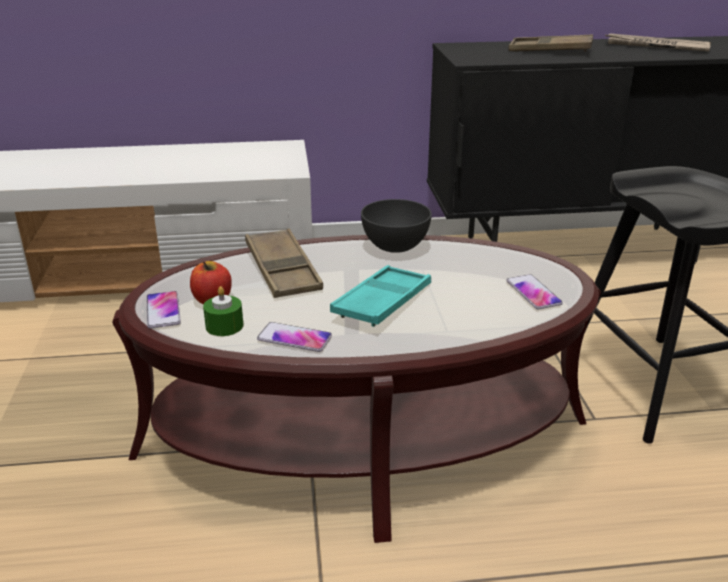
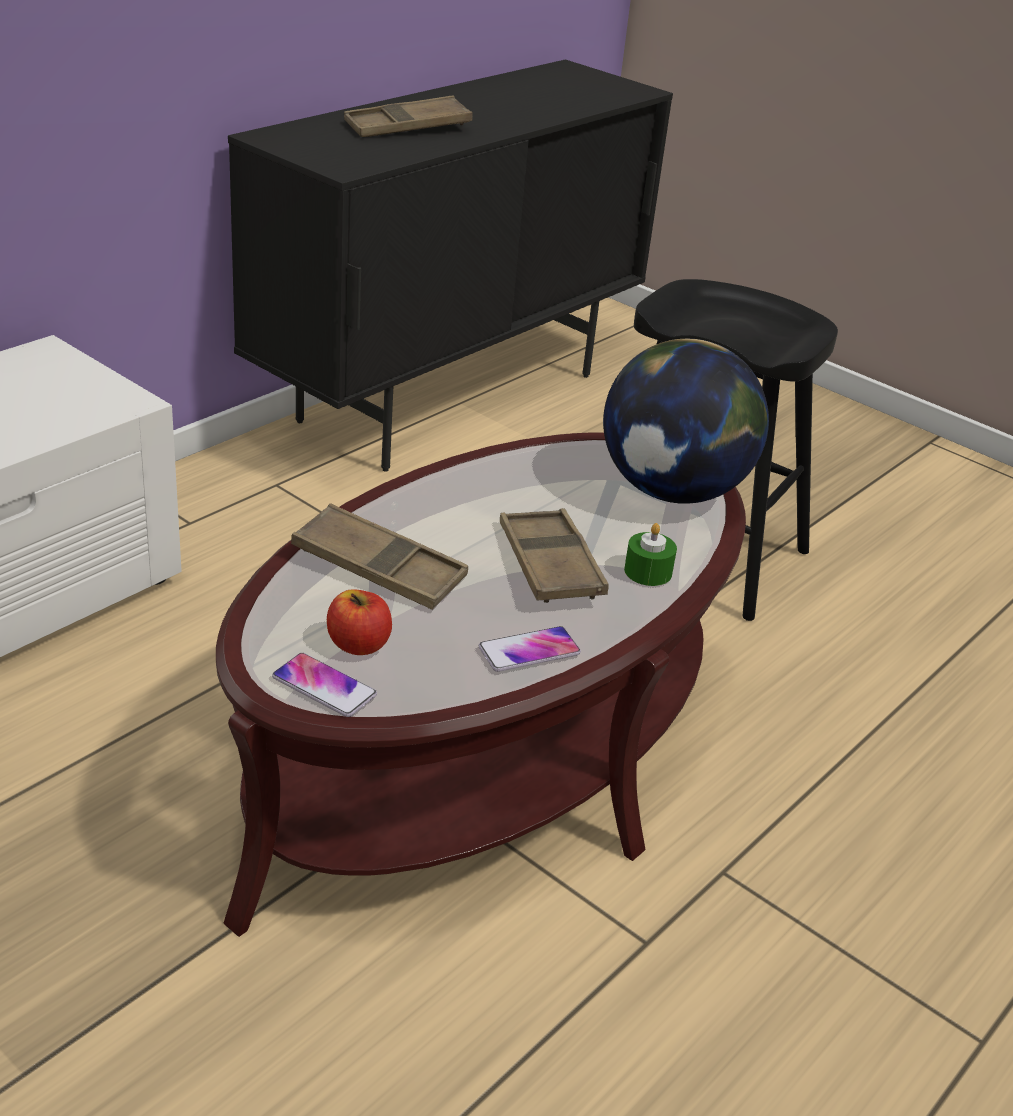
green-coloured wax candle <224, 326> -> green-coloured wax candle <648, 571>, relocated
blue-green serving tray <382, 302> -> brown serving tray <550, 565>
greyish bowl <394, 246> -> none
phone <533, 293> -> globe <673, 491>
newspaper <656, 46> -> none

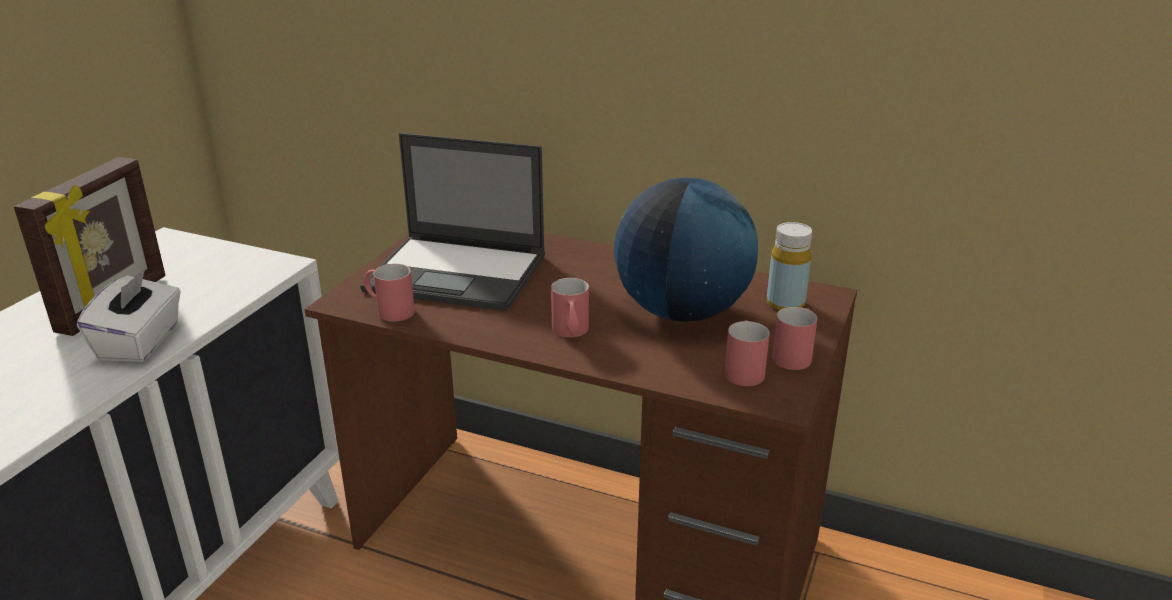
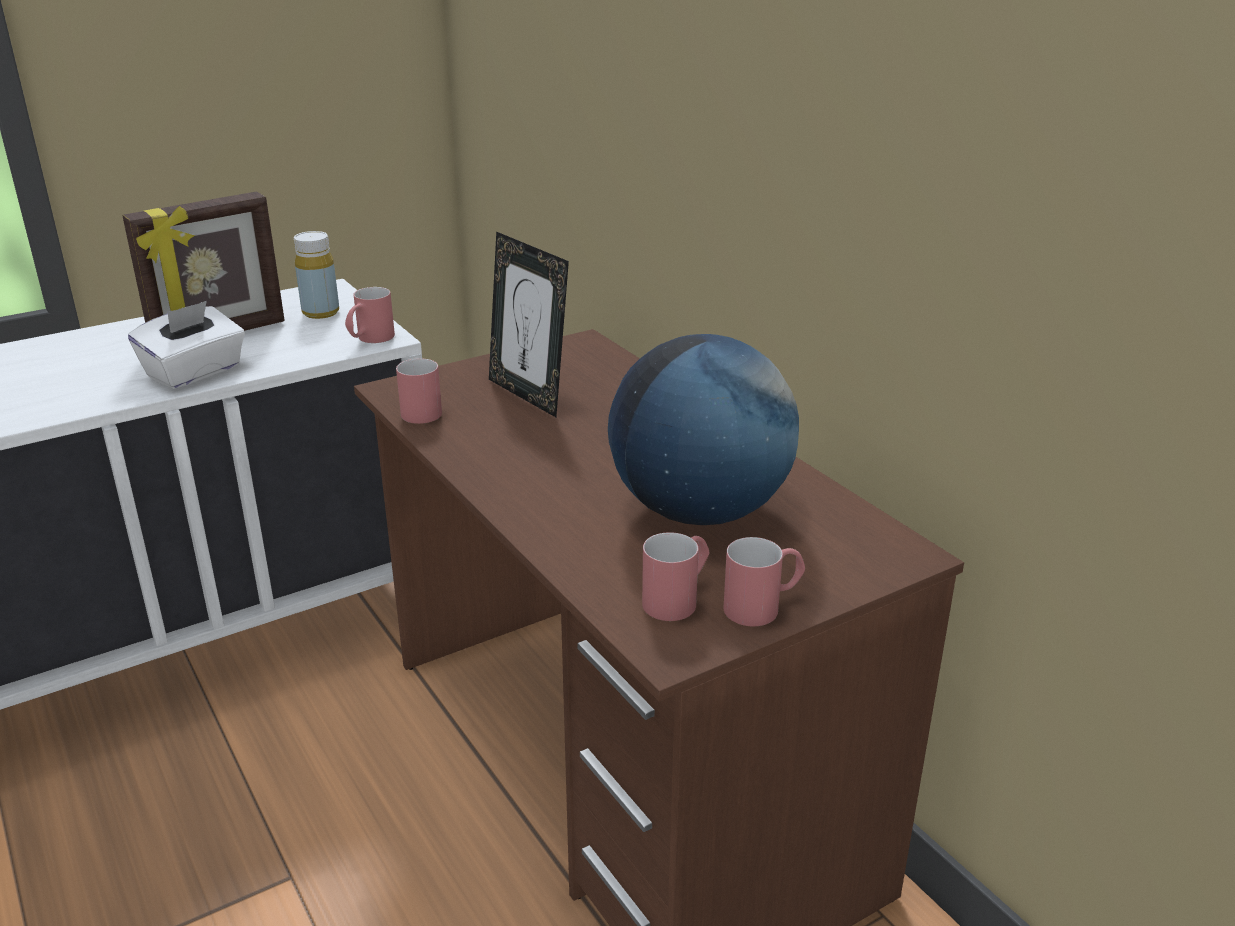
notebook computer <459, 273> -> standing frame <529, 395>
reddish tea mug <571, 333> -> reddish tea mug <370, 340>, relocated
yellowish beverage bottle <785, 303> -> yellowish beverage bottle <321, 312>, relocated

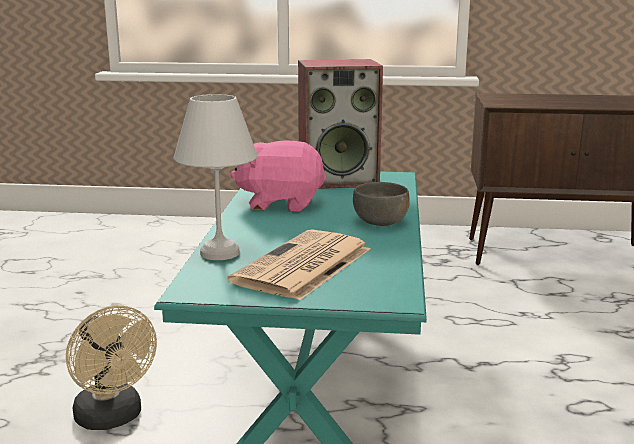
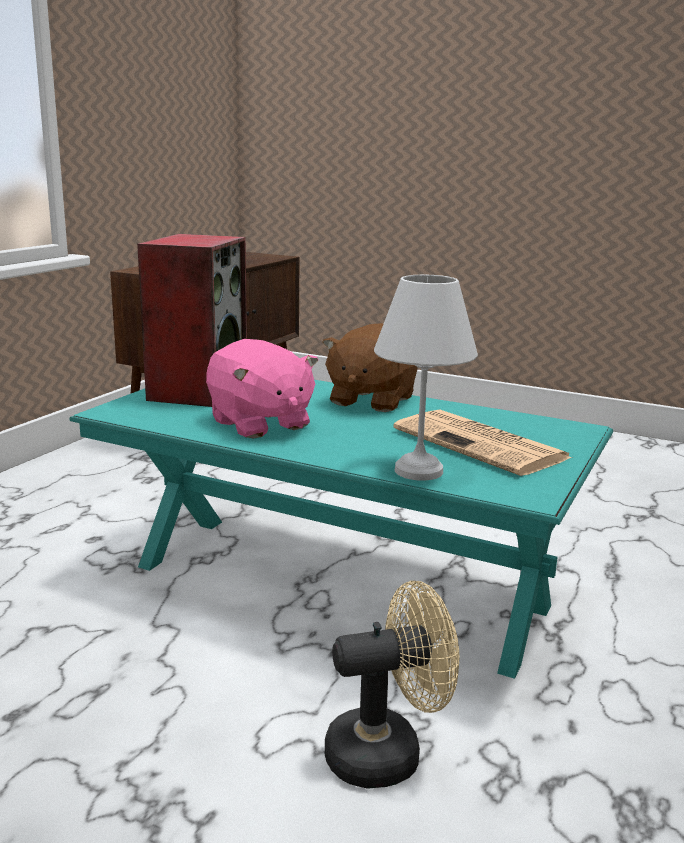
pink soft toy <281, 203> -> pink soft toy <259, 424>, 60 degrees counterclockwise
greyish bowl <381, 222> -> brown soft toy <371, 400>

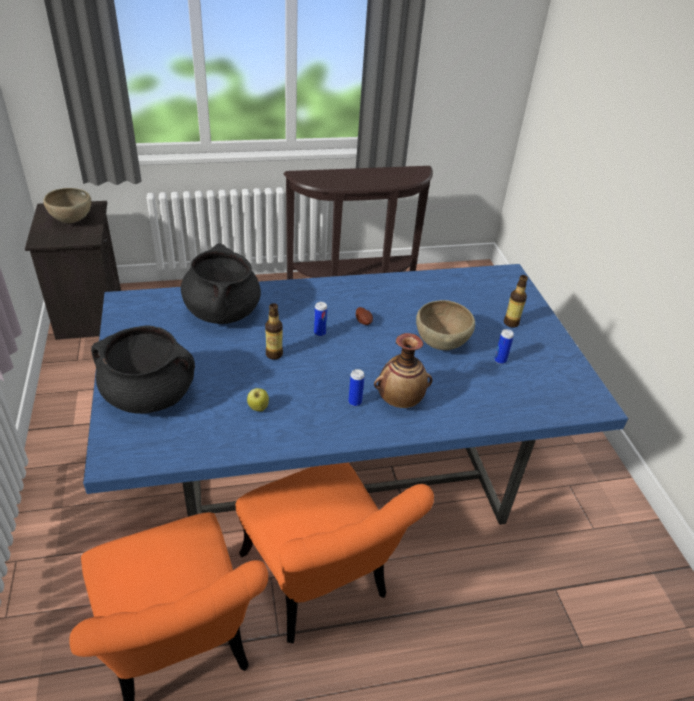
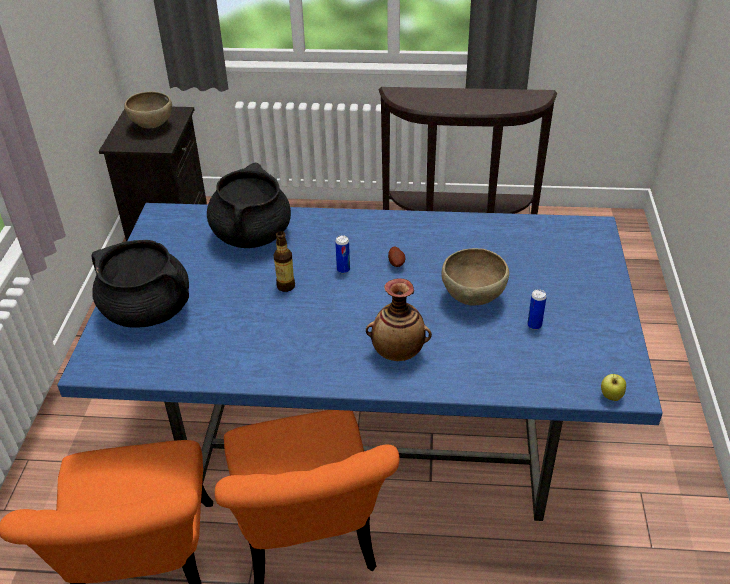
apple fruit <258, 408> -> apple fruit <611, 397>, relocated
sealed can <355, 402> -> none
beverage bottle <511, 323> -> none

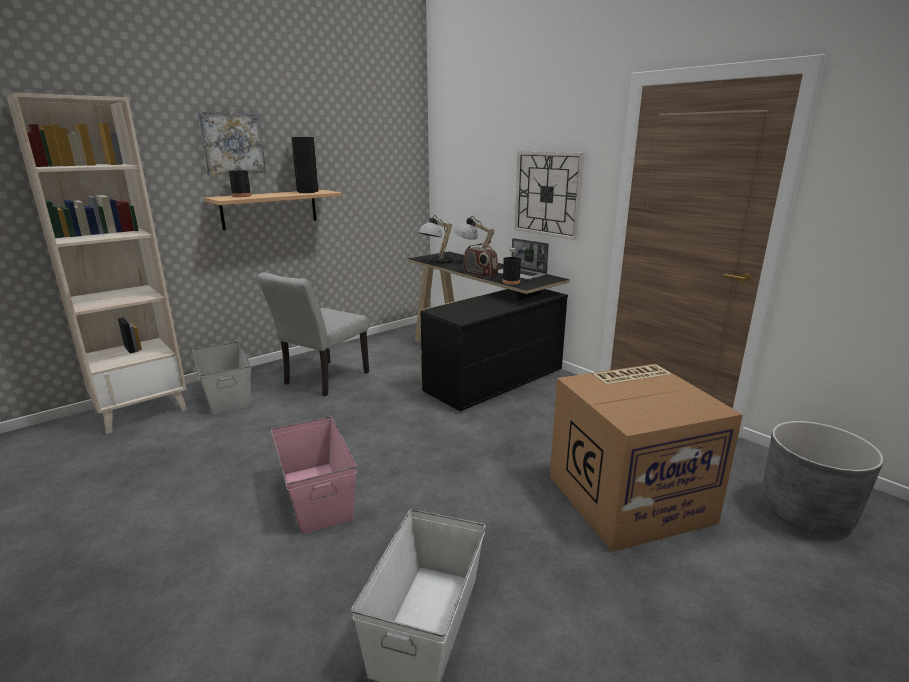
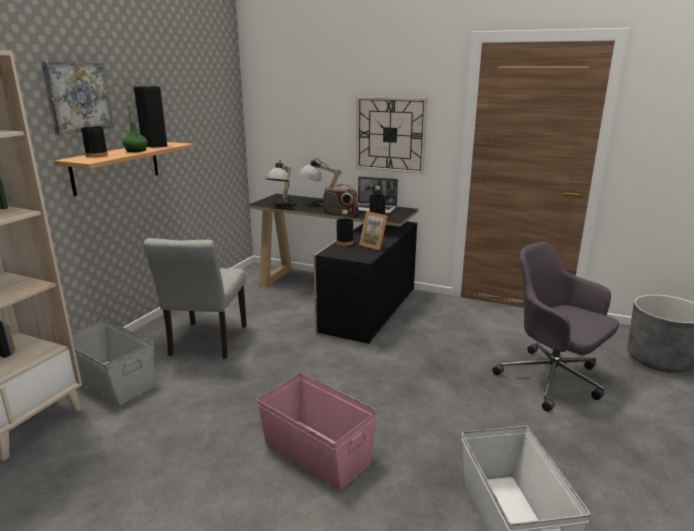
packing box <629, 497> -> greyish computer chair <553, 380>
none -> green-coloured beverage bottle <136, 151>
none -> black beverage bottle <344, 242>
none -> standing frame <374, 245>

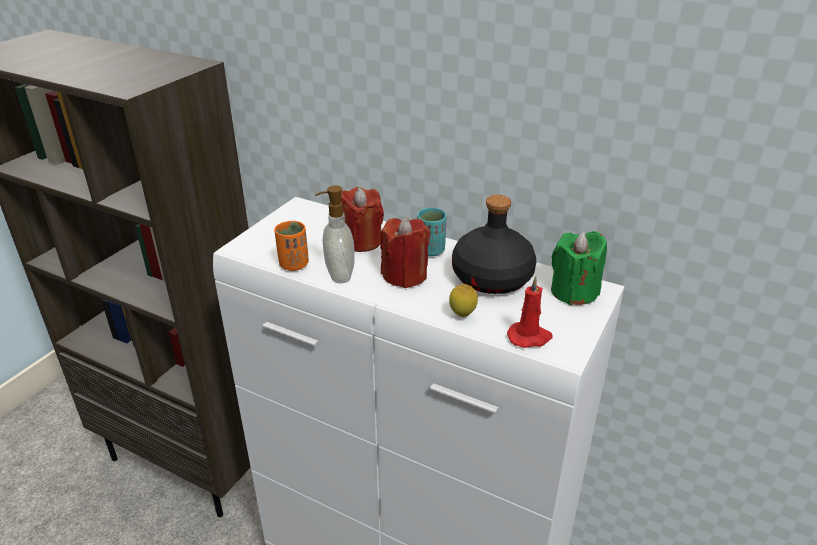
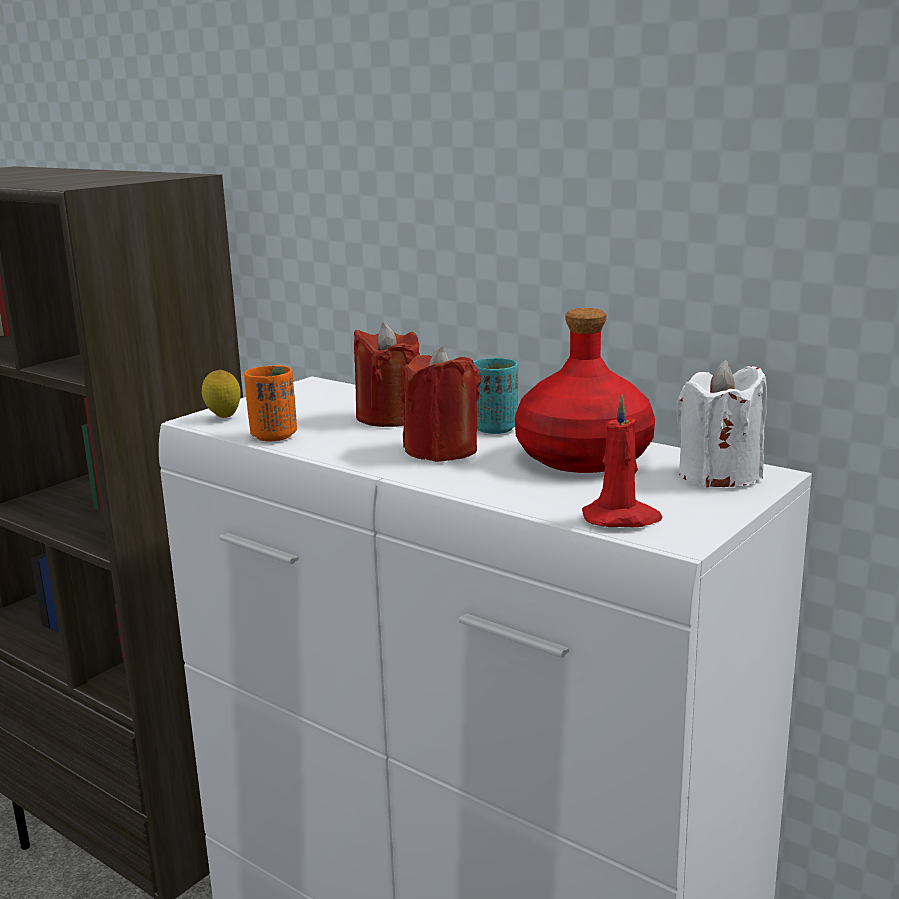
soap dispenser <338, 275> -> none
whole lemon <462, 316> -> whole lemon <223, 418>, relocated
black beverage bottle <491, 278> -> reddish beverage bottle <582, 458>
green-coloured wax candle <574, 292> -> white wax candle <719, 475>

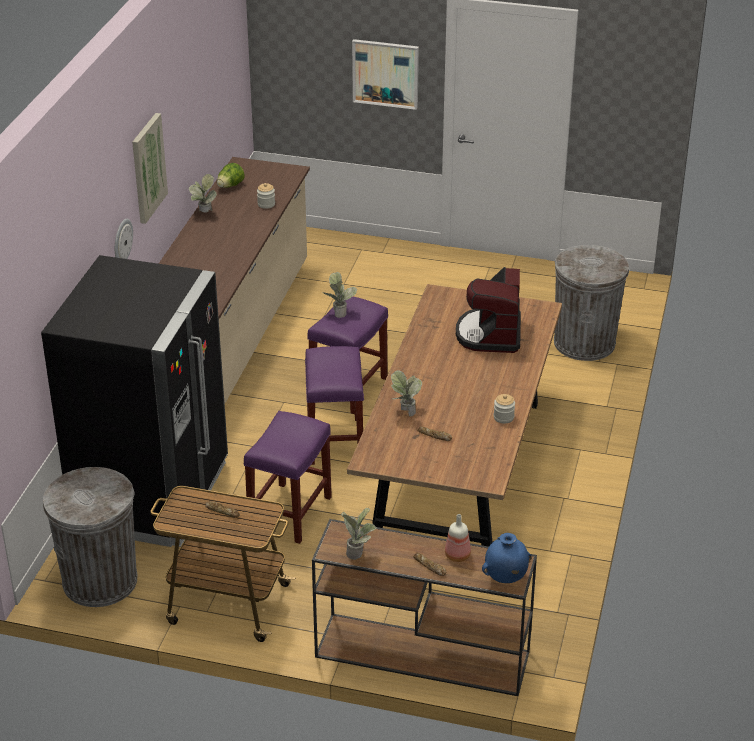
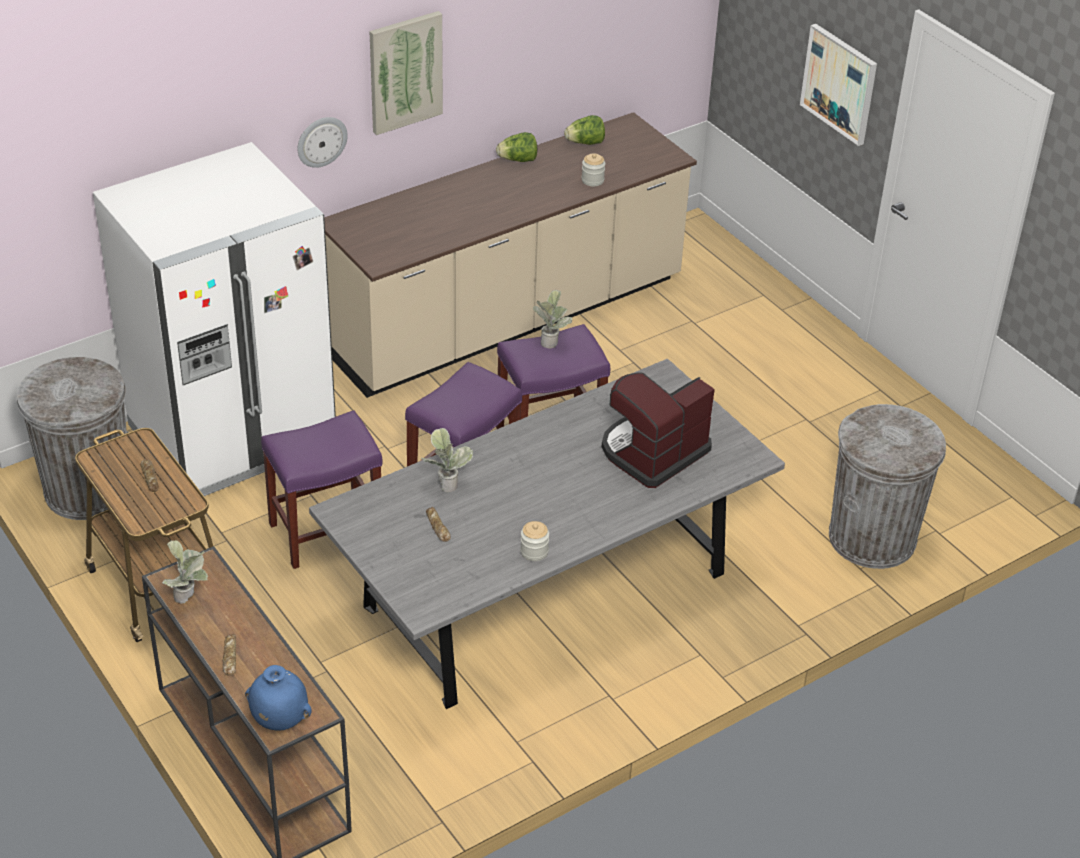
black fridge <151, 495> -> white fridge <232, 436>
houseplant <204, 214> -> lettuce <518, 160>
brown kitchen table <459, 467> -> greyish kitchen table <547, 590>
beverage bottle <457, 555> -> none

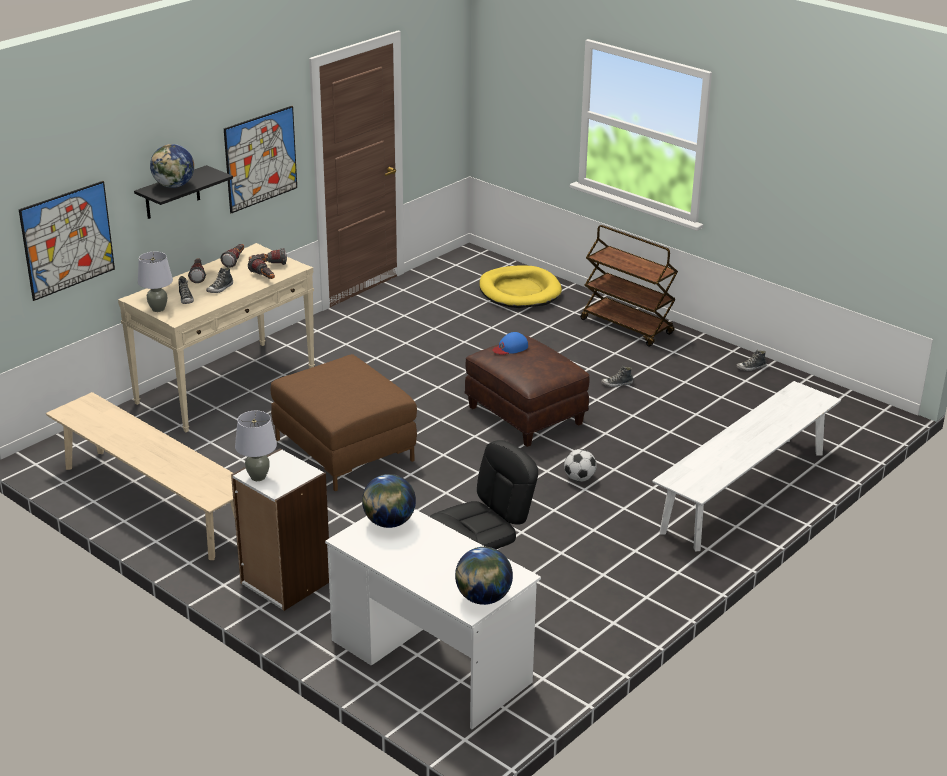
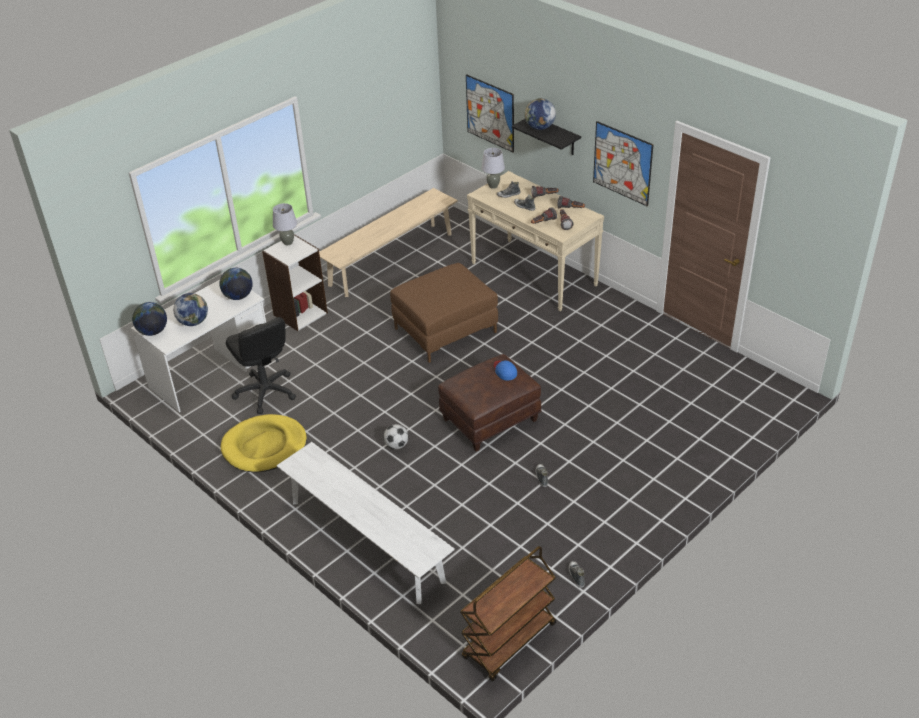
yellowish pet bed <519, 291> -> yellowish pet bed <264, 446>, relocated
brown trolley <627, 327> -> brown trolley <509, 642>, relocated
none -> globe <193, 322>

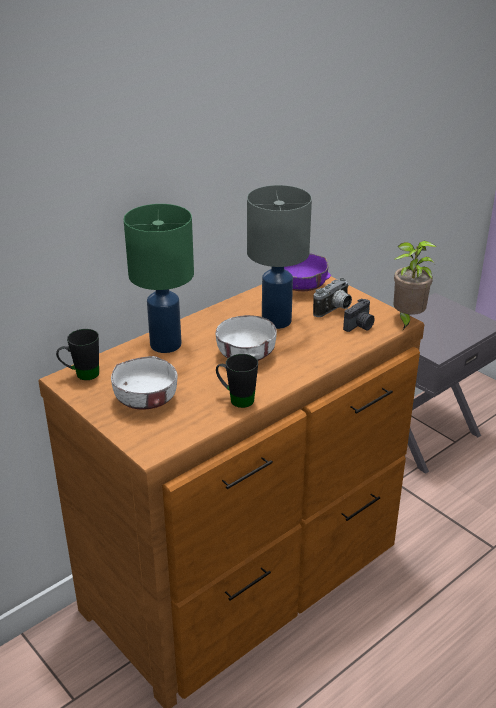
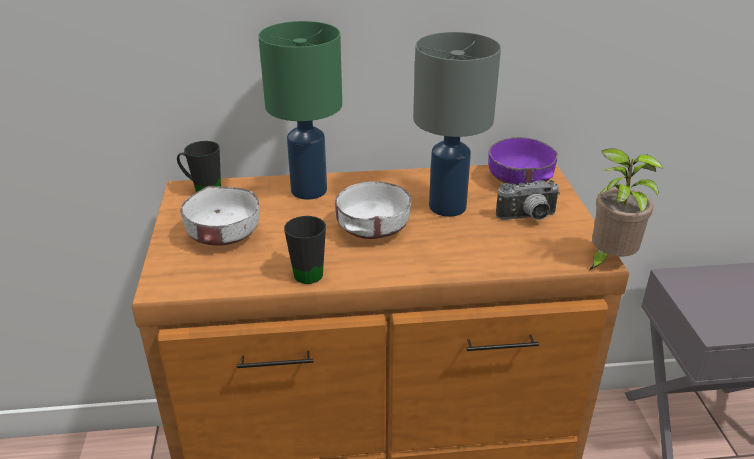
photo camera <360, 326> -> none

